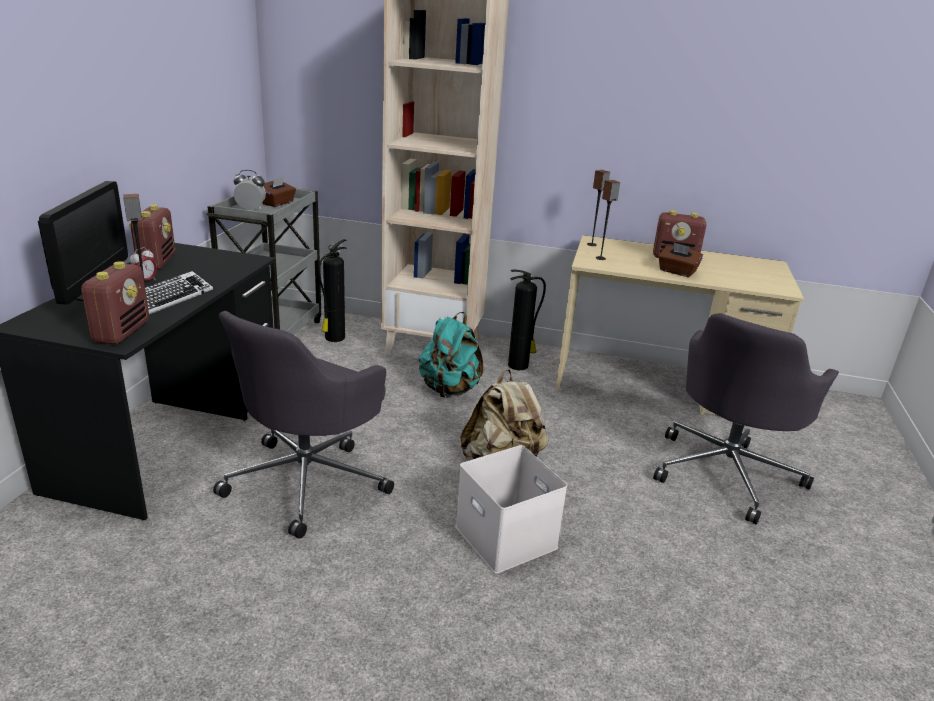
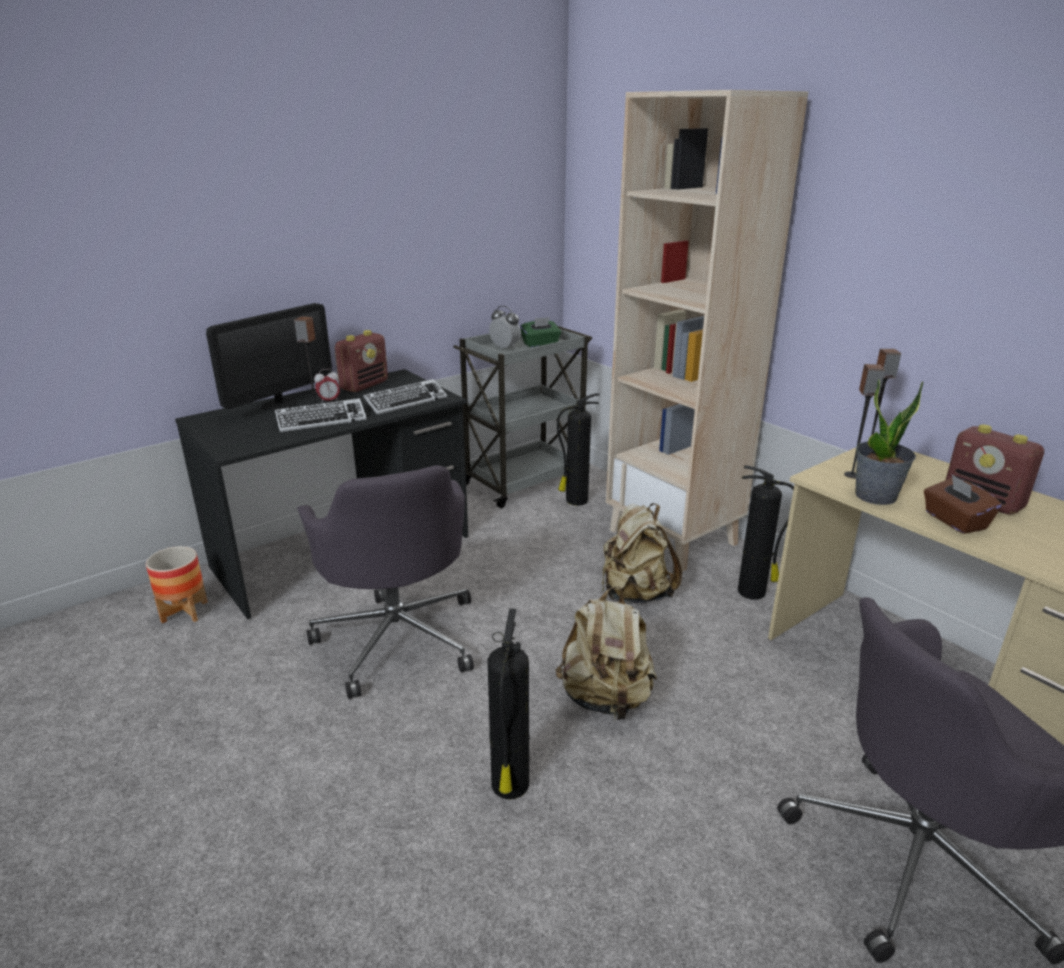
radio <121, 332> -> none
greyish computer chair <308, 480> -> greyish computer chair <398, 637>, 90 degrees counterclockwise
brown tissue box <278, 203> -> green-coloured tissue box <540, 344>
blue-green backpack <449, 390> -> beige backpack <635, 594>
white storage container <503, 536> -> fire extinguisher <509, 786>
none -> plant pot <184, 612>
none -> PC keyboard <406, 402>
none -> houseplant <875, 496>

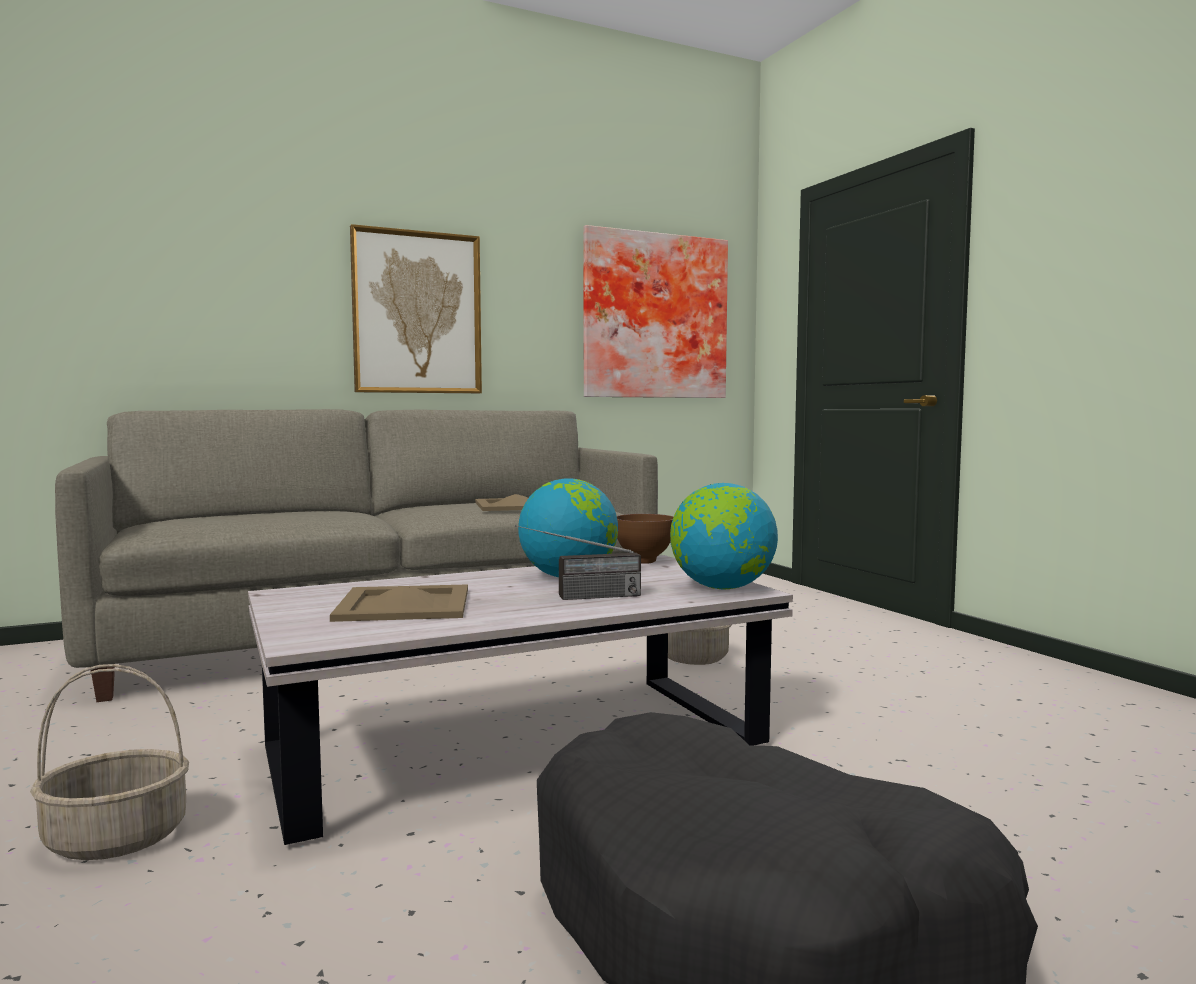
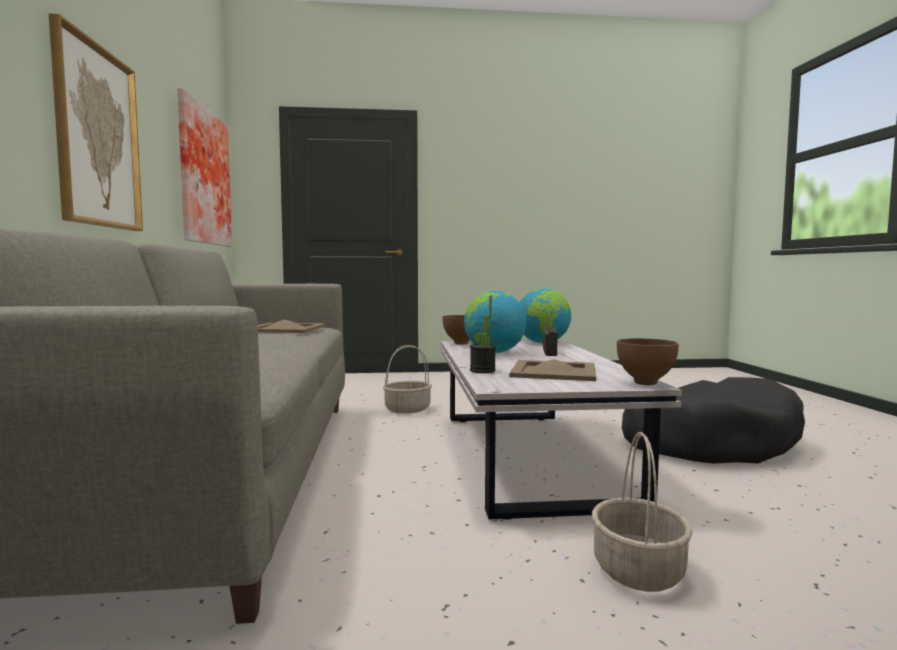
none -> houseplant <482, 371>
none -> brown bowl <644, 383>

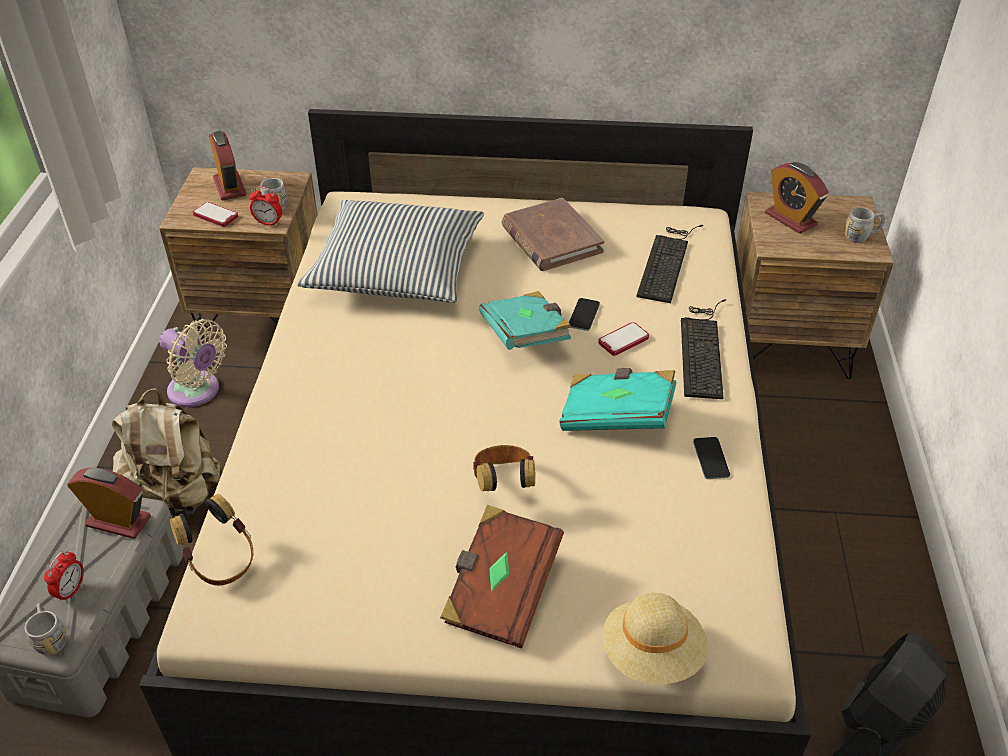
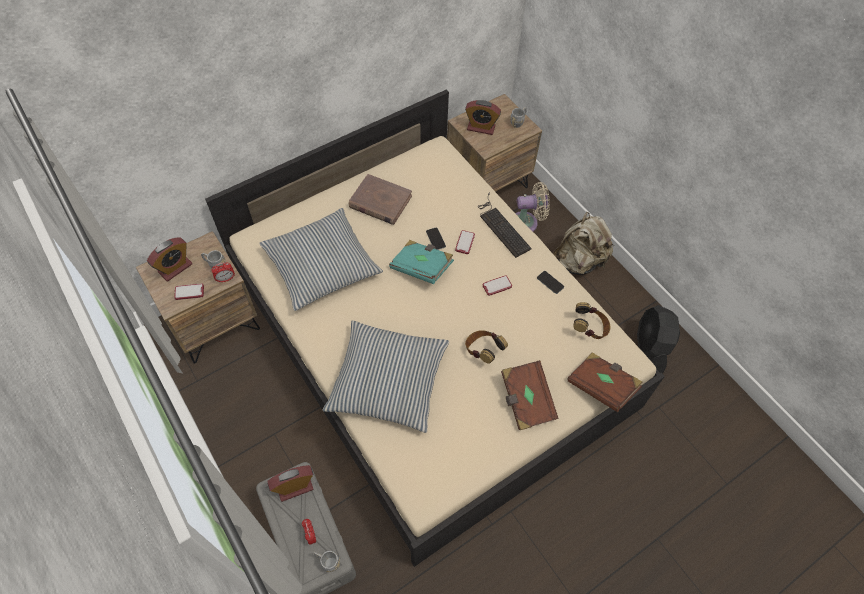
beige backpack <176, 497> -> beige backpack <578, 261>, relocated
beige electric fan <198, 392> -> beige electric fan <527, 223>, relocated
pair of headphones <221, 561> -> pair of headphones <589, 329>, relocated
bedside clock <229, 187> -> bedside clock <175, 268>, 105 degrees clockwise
blue-green volume <616, 416> -> phone <497, 286>
beige clothing hat <652, 654> -> brown volume <602, 386>
PC keyboard <667, 261> -> none
none -> cushion <388, 381>

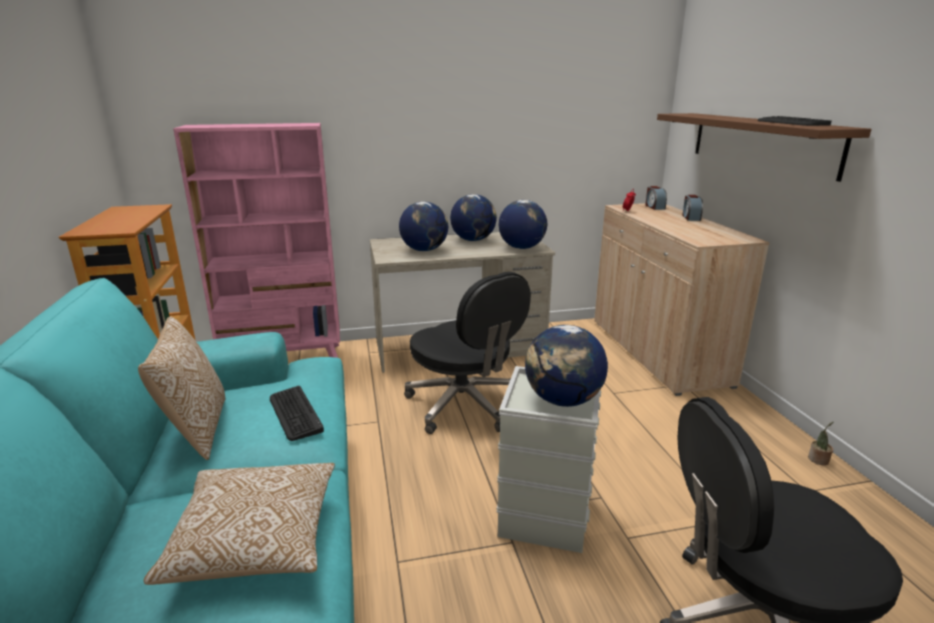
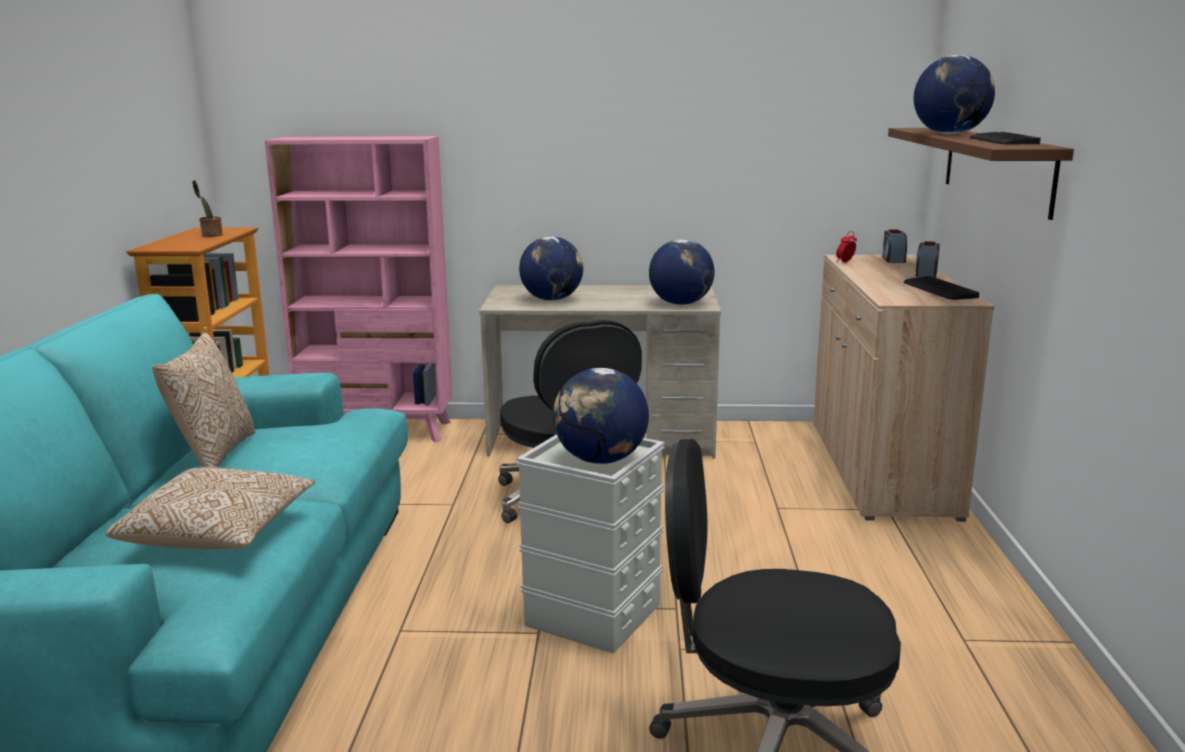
PC keyboard <295, 413> -> PC keyboard <939, 289>, relocated
globe <473, 240> -> globe <950, 134>, relocated
houseplant <818, 460> -> houseplant <210, 235>, relocated

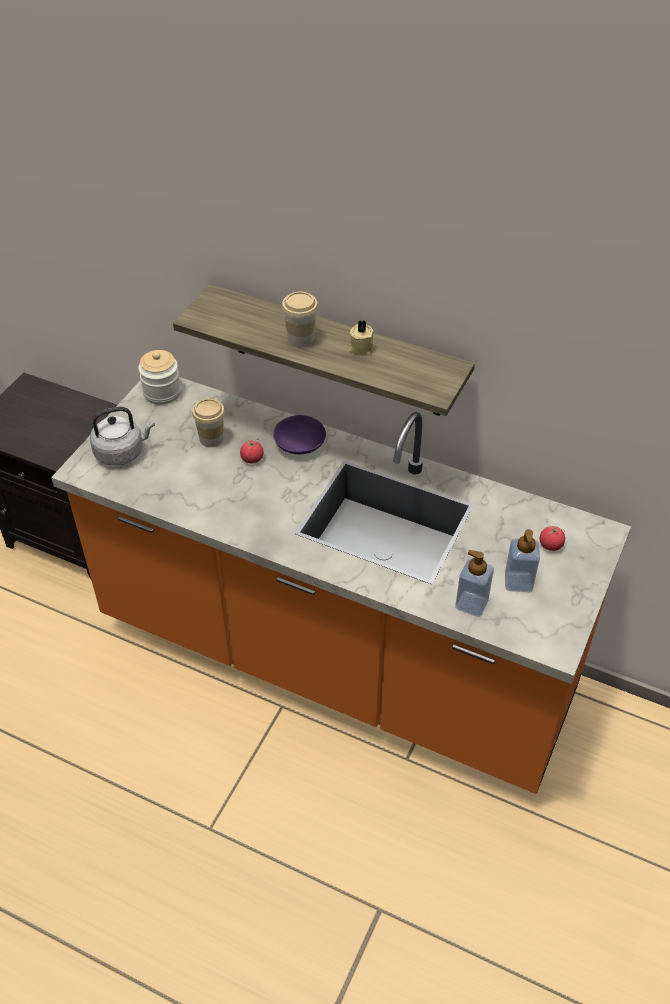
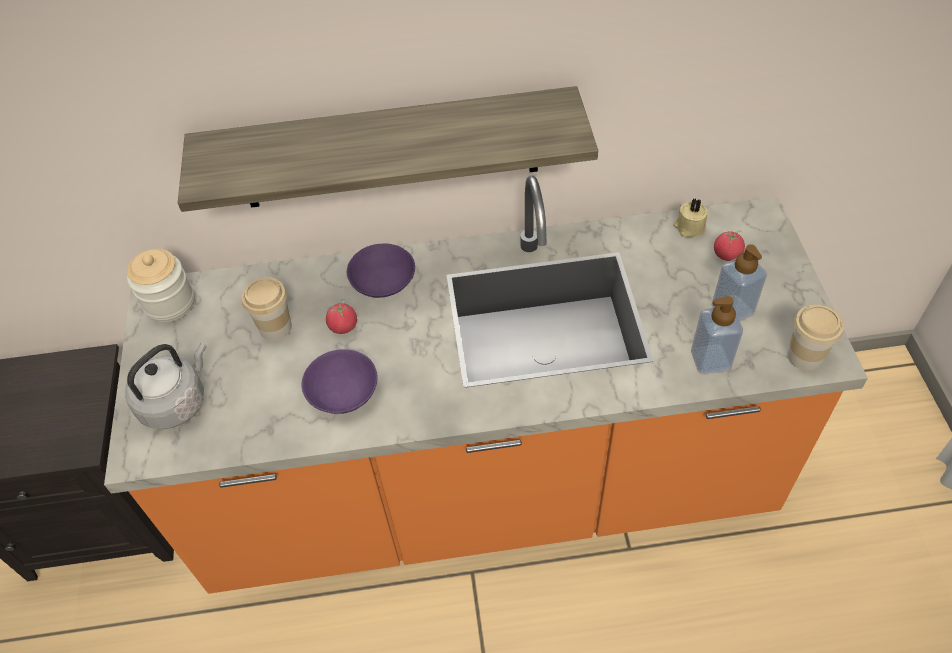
drinking cup <300, 338> -> drinking cup <804, 356>, relocated
beige wax candle <361, 348> -> beige wax candle <689, 227>, relocated
none -> purple bowl <341, 392>

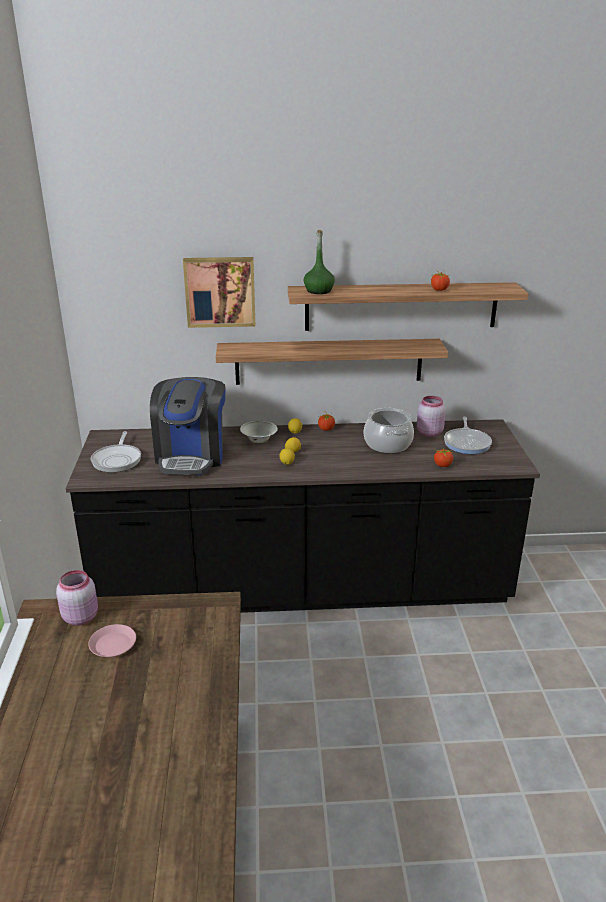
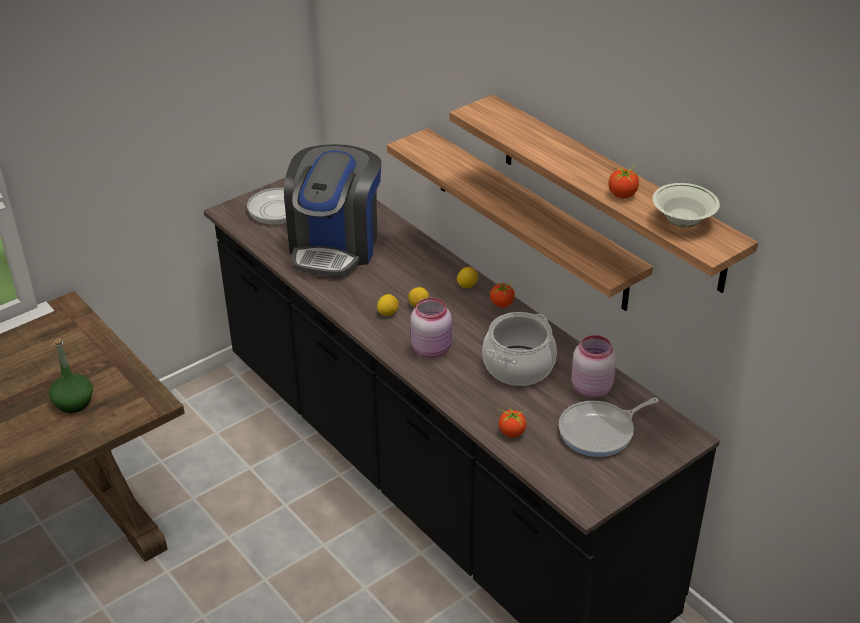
pink preserve jar <81, 616> -> pink preserve jar <432, 348>, relocated
pink flat dish <113, 645> -> none
coffee machine <191, 456> -> coffee machine <335, 246>, 45 degrees counterclockwise
wall picture <220, 291> -> none
white bowl <259, 441> -> white bowl <682, 222>, relocated
green-coloured beverage bottle <319, 291> -> green-coloured beverage bottle <74, 402>, relocated

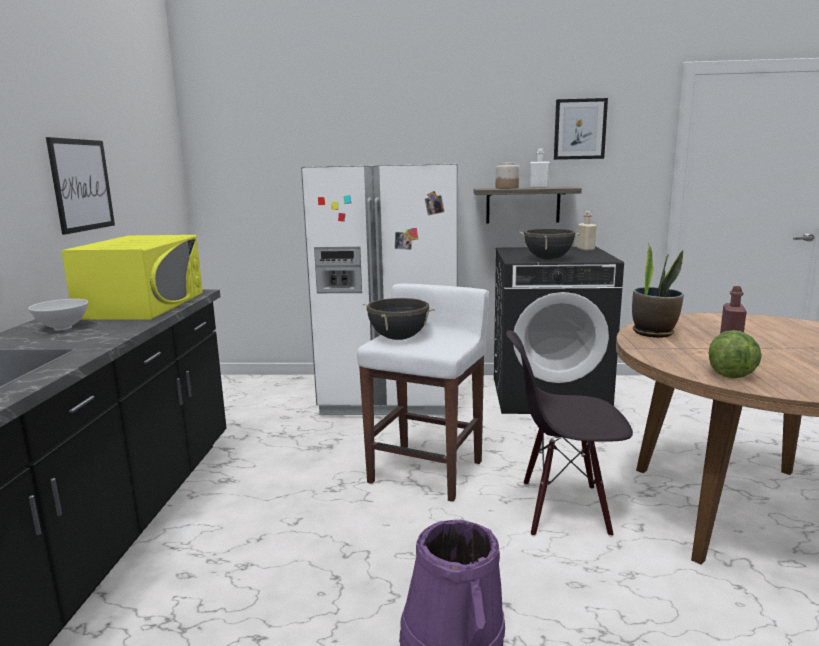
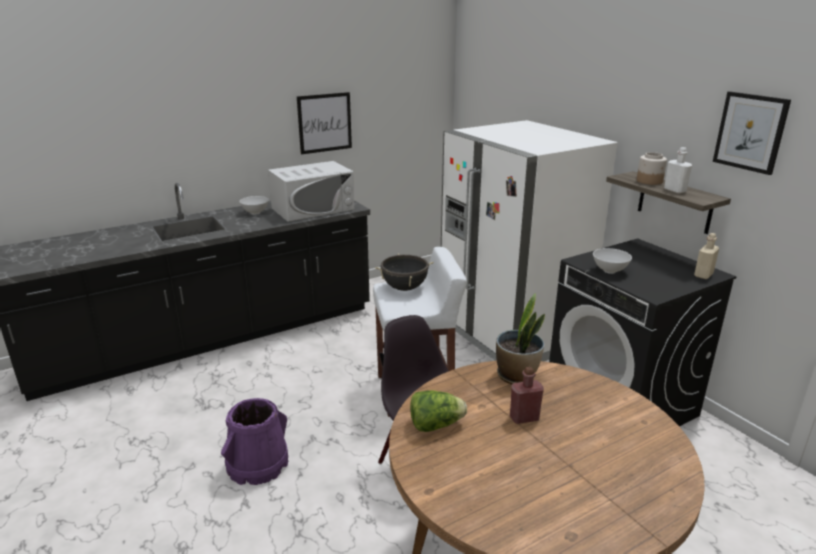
yellowish microwave <143, 305> -> white microwave <313, 209>
black saucepot <548, 259> -> white bowl <609, 271>

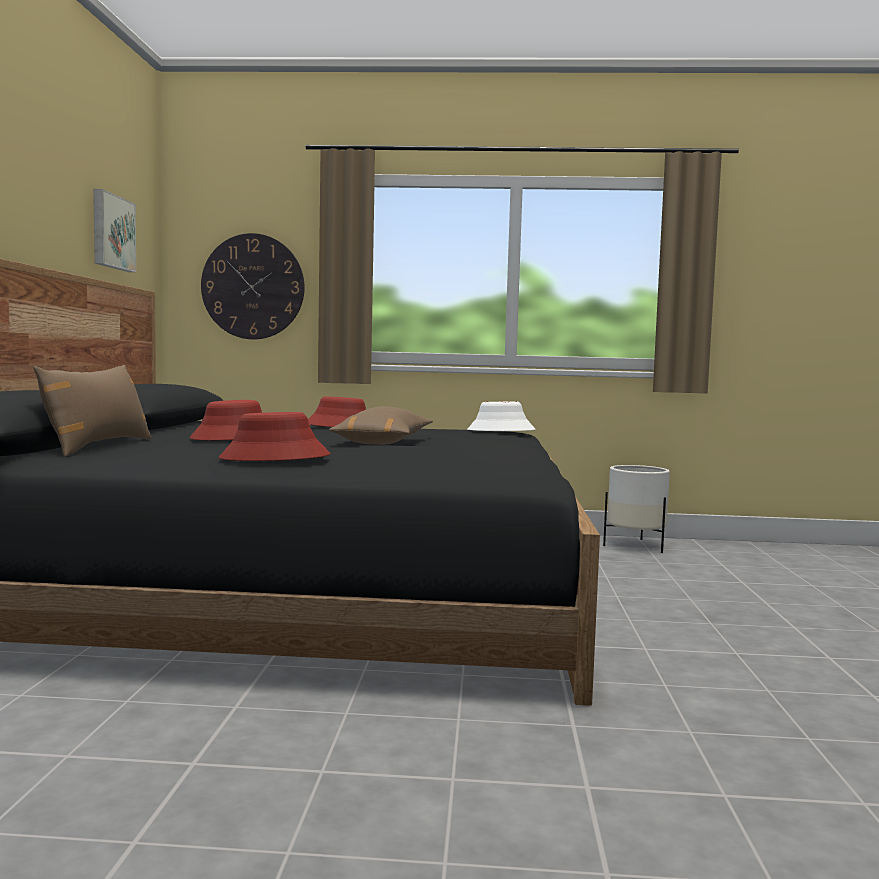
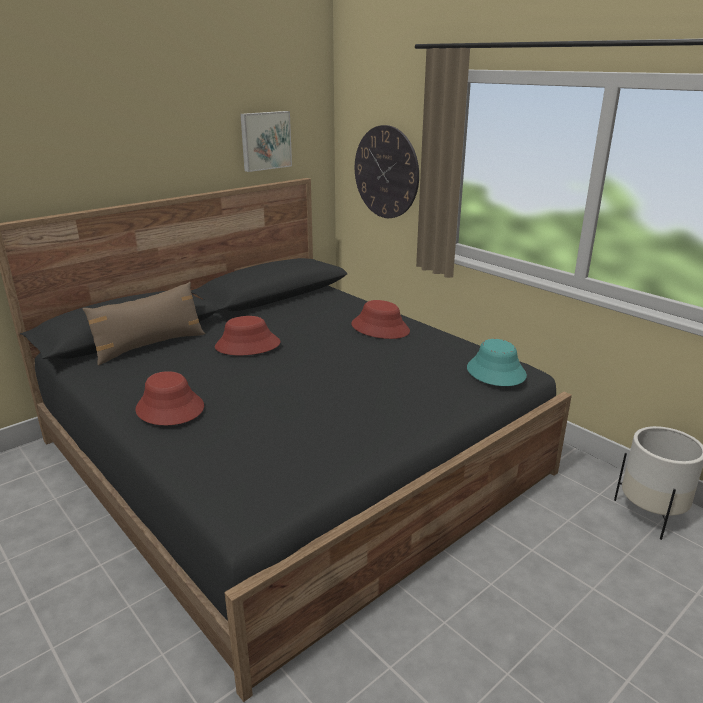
brown cushion <384, 443> -> none
white clothing hat <500, 431> -> blue-green clothing hat <495, 372>

